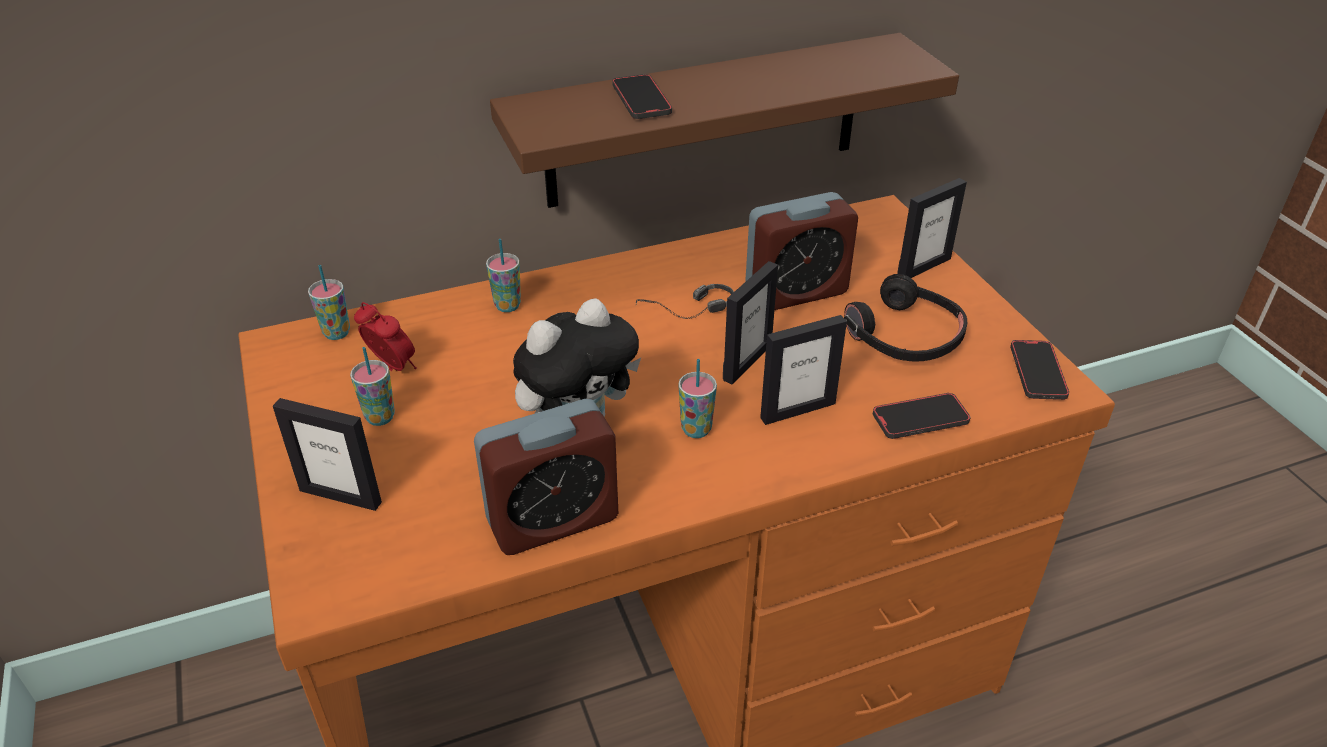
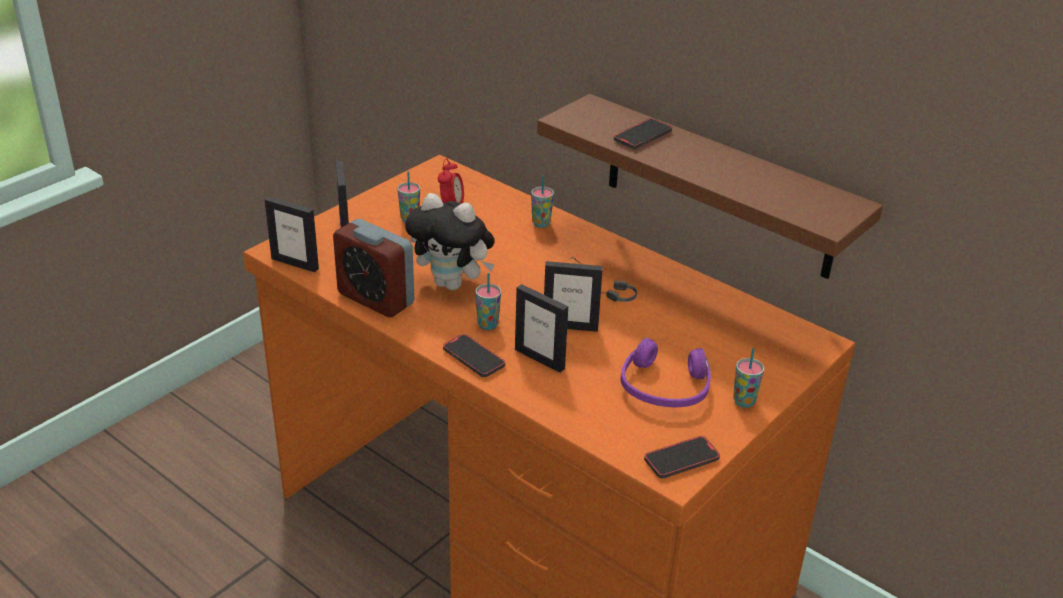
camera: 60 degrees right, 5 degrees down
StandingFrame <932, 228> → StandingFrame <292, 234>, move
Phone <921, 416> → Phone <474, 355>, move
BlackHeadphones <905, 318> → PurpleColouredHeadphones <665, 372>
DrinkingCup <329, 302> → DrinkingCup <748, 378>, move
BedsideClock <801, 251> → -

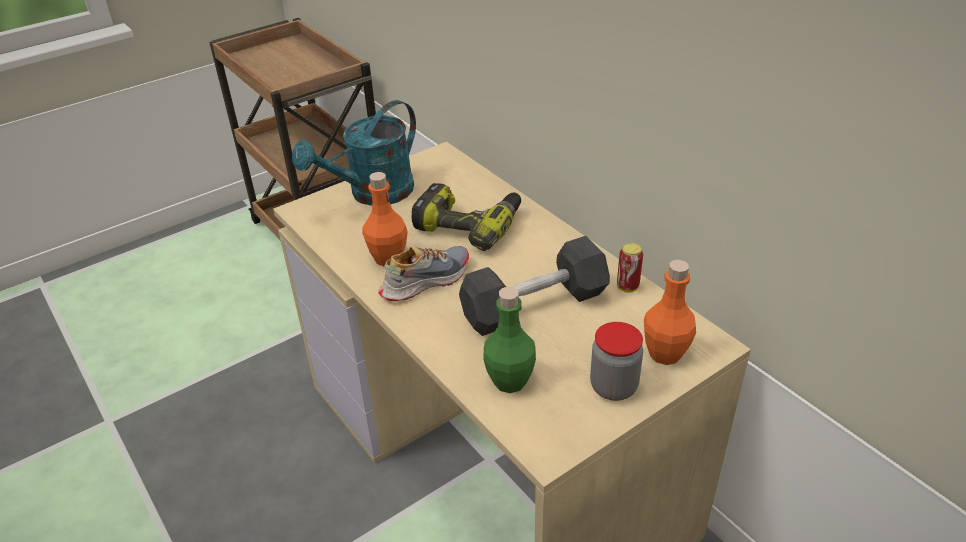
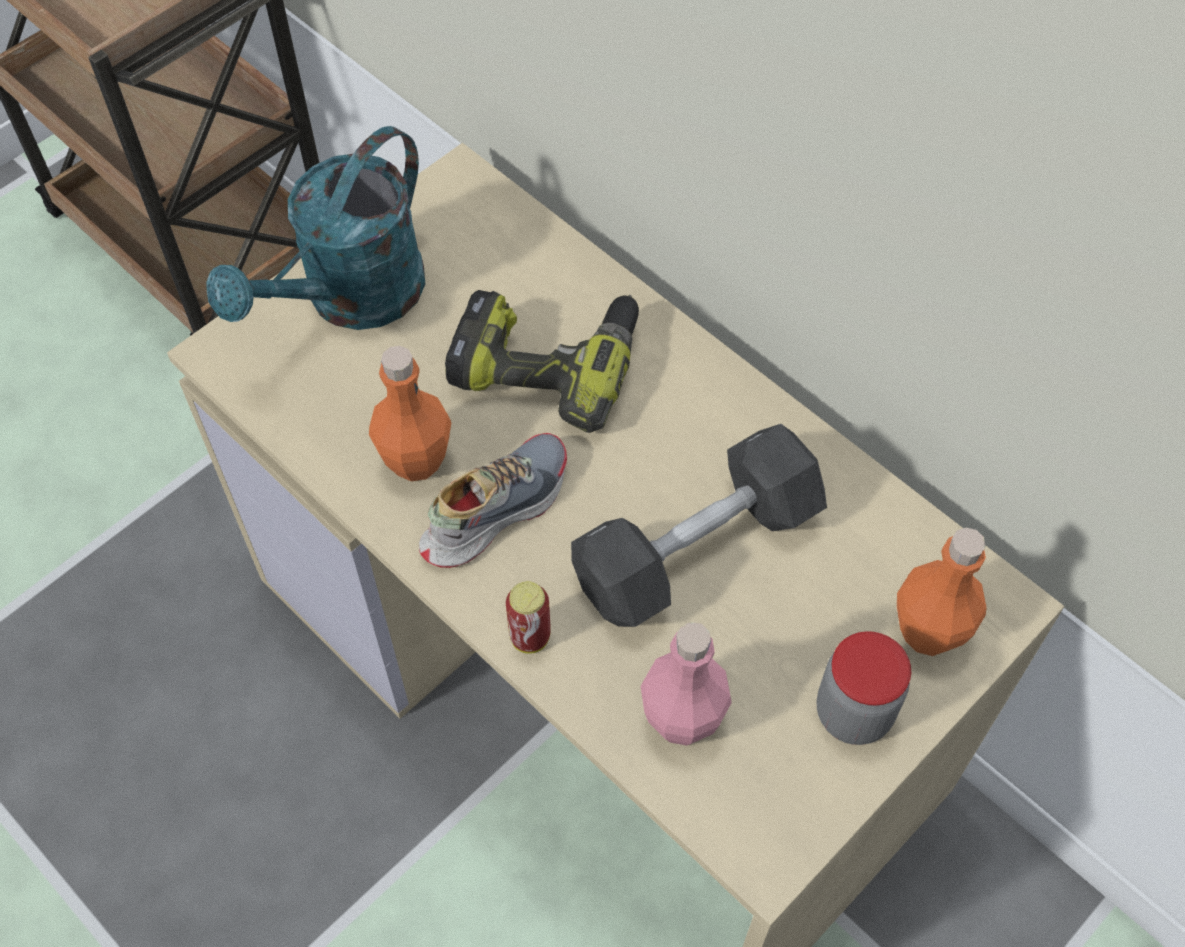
camera: 10 degrees left, 20 degrees up
SealedCan <630, 268> → SealedCan <528, 617>, move
GreenBottle <509, 340> → PinkBottle <686, 684>

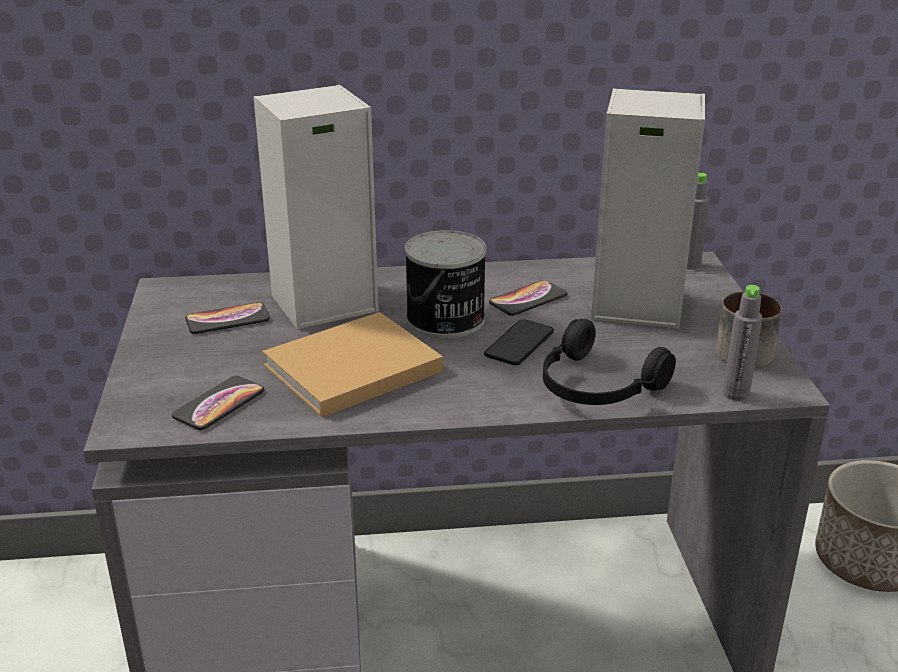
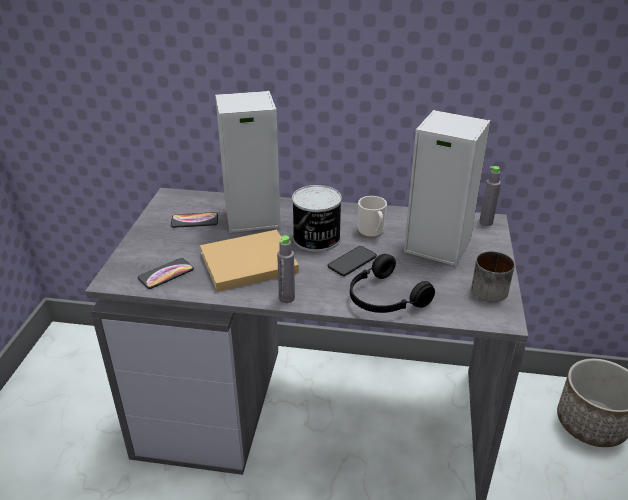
camera: 15 degrees right, 5 degrees up
GreyishBottle <743, 343> → GreyishBottle <286, 269>, move
Phone <528, 298> → TeaMug <372, 217>

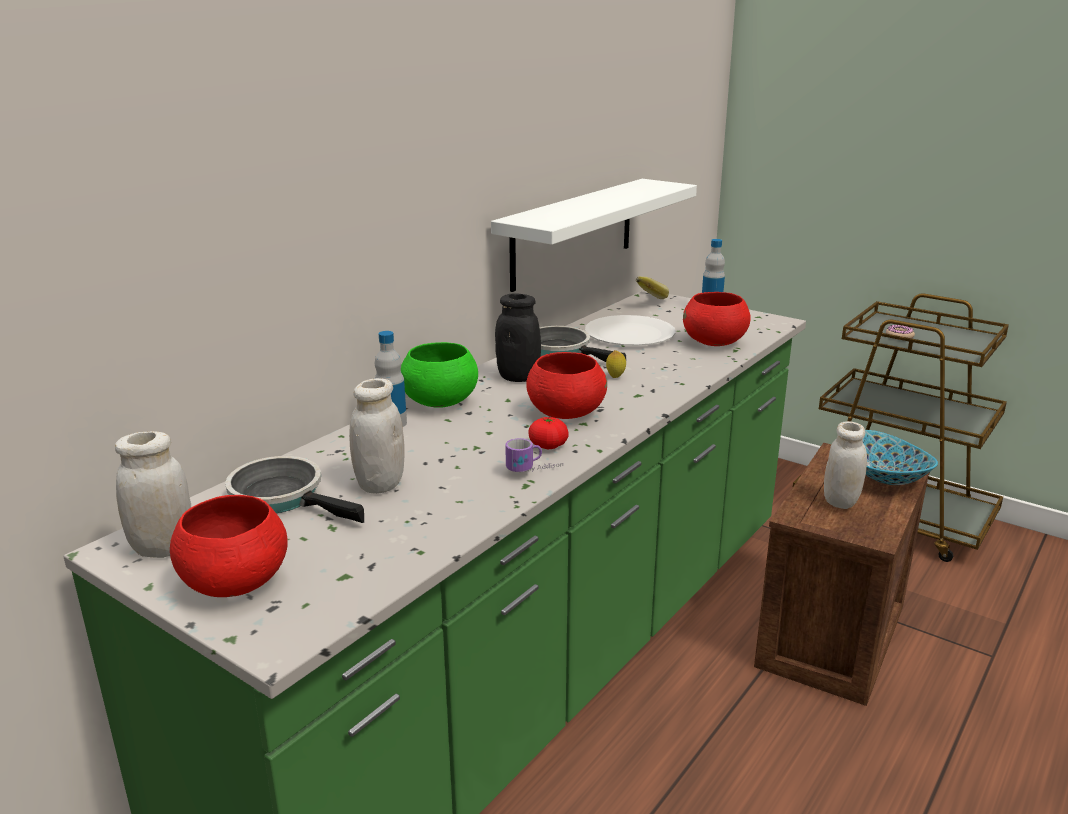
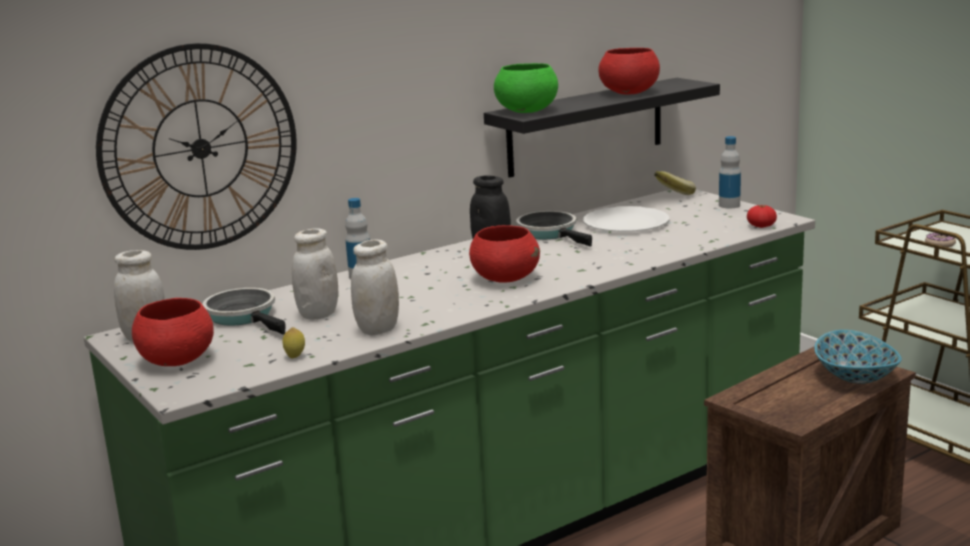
camera: 20 degrees right, 5 degrees down
- → WallClock <196, 146>
WholeLemon <616, 364> → WholeLemon <293, 342>, move
WhitishPreserveJar <845, 465> → WhitishPreserveJar <375, 288>, move
WhitishShelf <594, 235> → BlackShelf <602, 128>
GreenDeepDish <439, 375> → GreenDeepDish <526, 88>, move
RedDeepDish <717, 319> → RedDeepDish <629, 71>, move
Tomato <548, 433> → Tomato <762, 216>, move
TeaMug <534, 455> → -

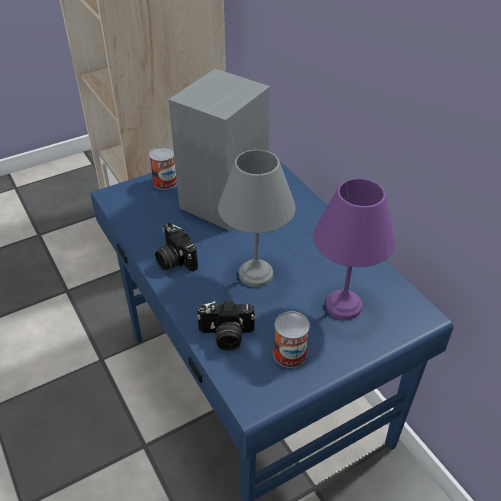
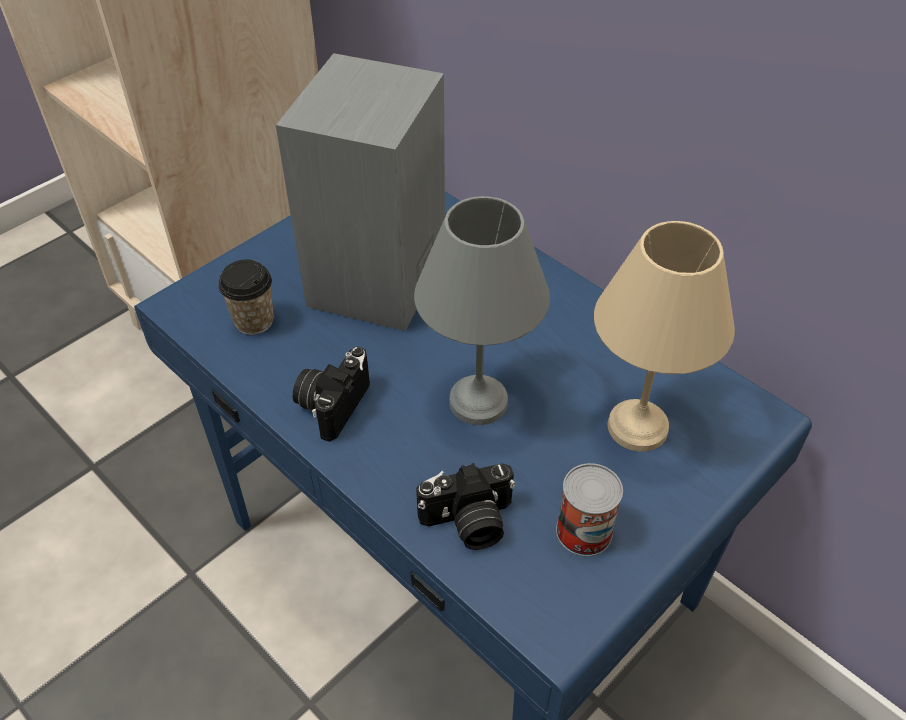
camera: 15 degrees left, 5 degrees up
- → DrinkingCup <246, 297>
PhotoCamera <176, 247> → PhotoCamera <331, 394>, 75 degrees clockwise
PurpleColouredTableLamp <354, 249> → SandColouredTableLamp <664, 336>
SealedCan <163, 168> → -

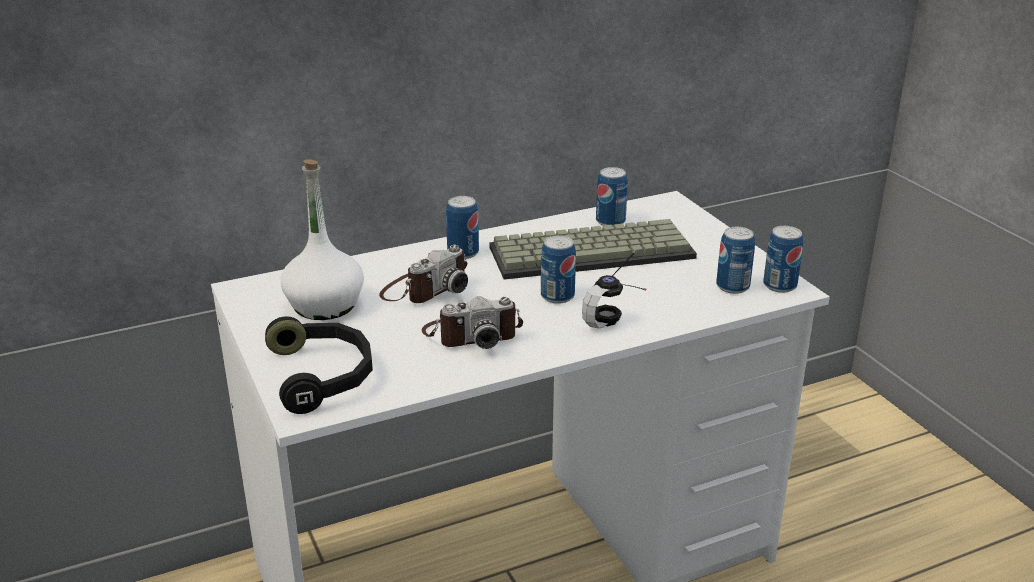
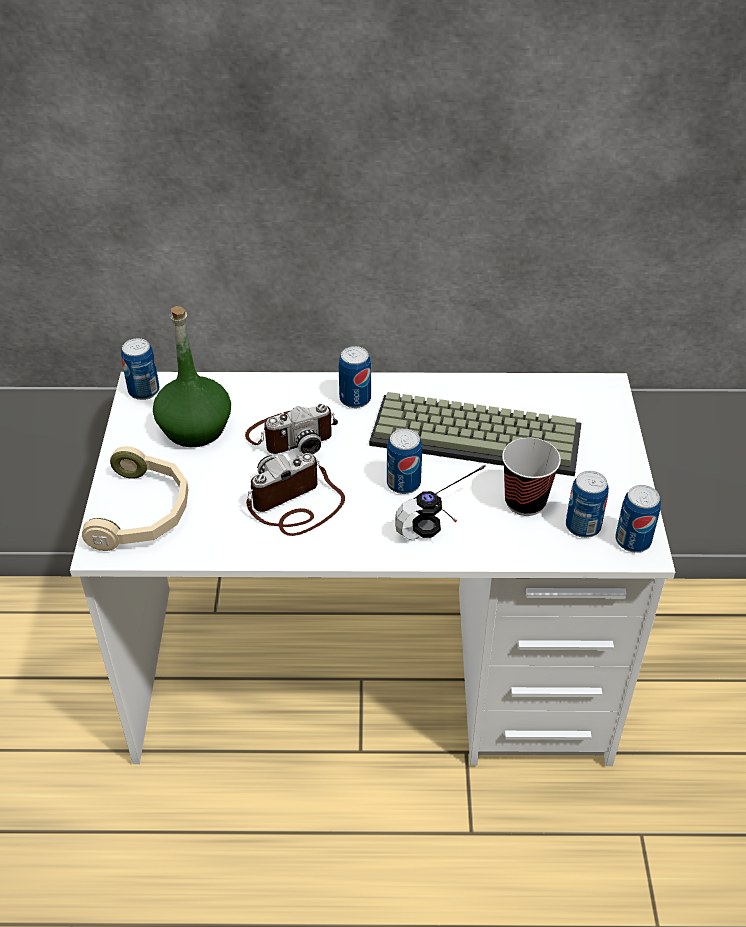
camera: 25 degrees right, 15 degrees up
BlackHeadphones <319, 365> → SandColouredHeadphones <135, 498>
SealedCan <612, 197> → SealedCan <140, 369>, move
WhitishBottle <322, 239> → GreenBottle <192, 376>
PhotoCamera <472, 322> → PhotoCamera <295, 494>, 135 degrees clockwise
- → DrinkingCup <531, 477>

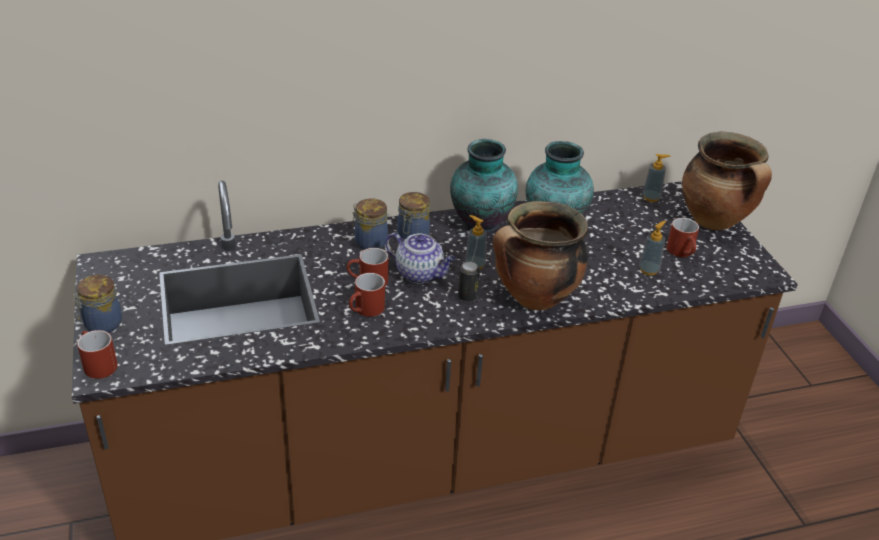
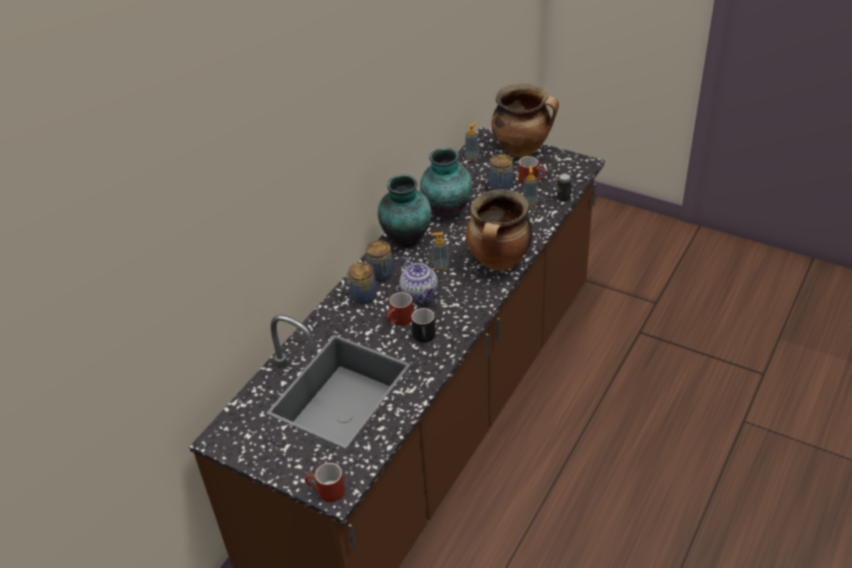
camera: 40 degrees left, 5 degrees up
Teapot <420, 257> → Teapot <419, 279>, 75 degrees clockwise
RedTeaMug <367, 295> → BlackTeaMug <423, 325>
PreserveJar <97, 304> → PreserveJar <501, 172>, move
SealedCan <469, 281> → SealedCan <564, 187>, move

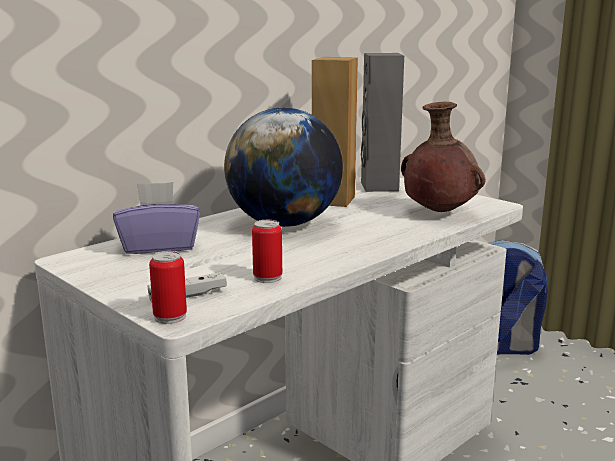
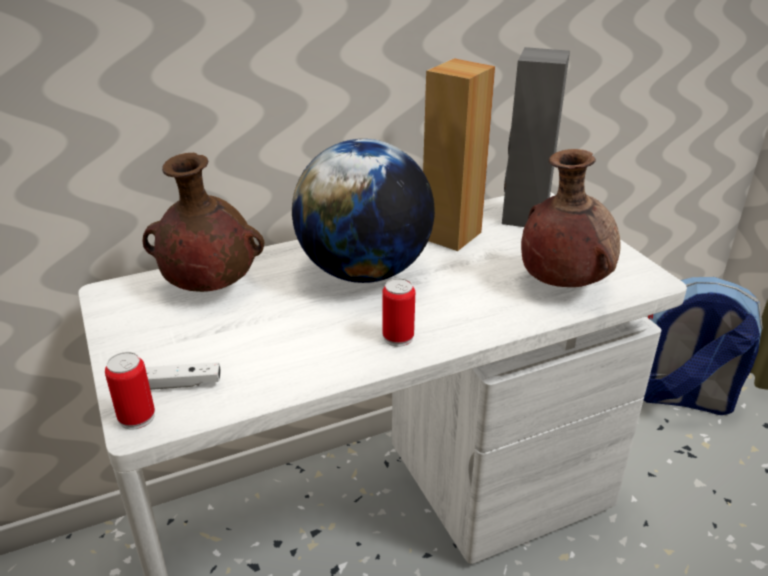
camera: 20 degrees right, 15 degrees up
PurpleColouredTissueBox <156, 218> → BrownishFlowerVase <203, 222>
SealedCan <267, 251> → SealedCan <398, 312>, move

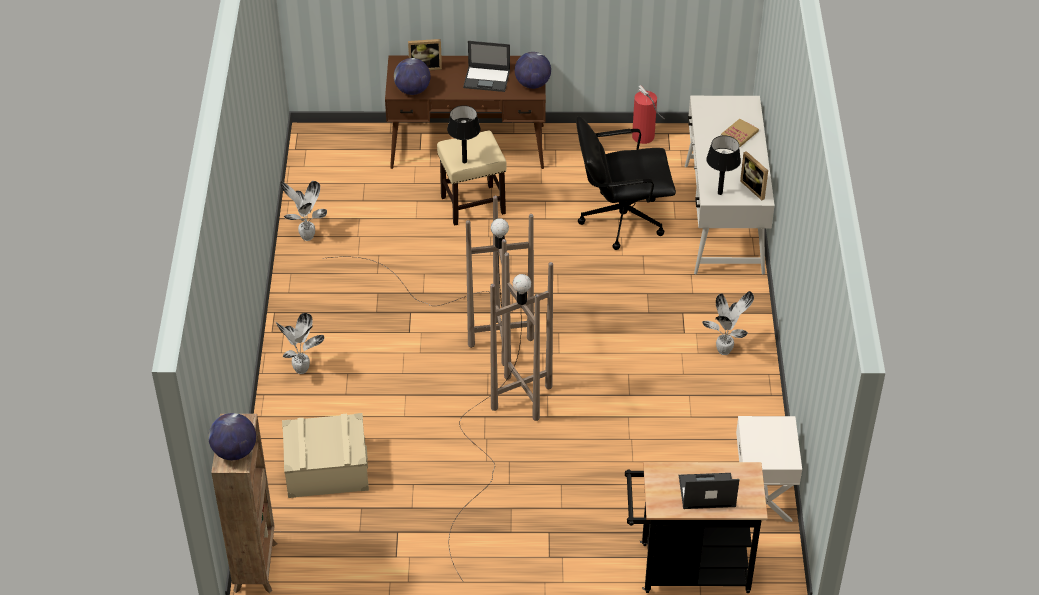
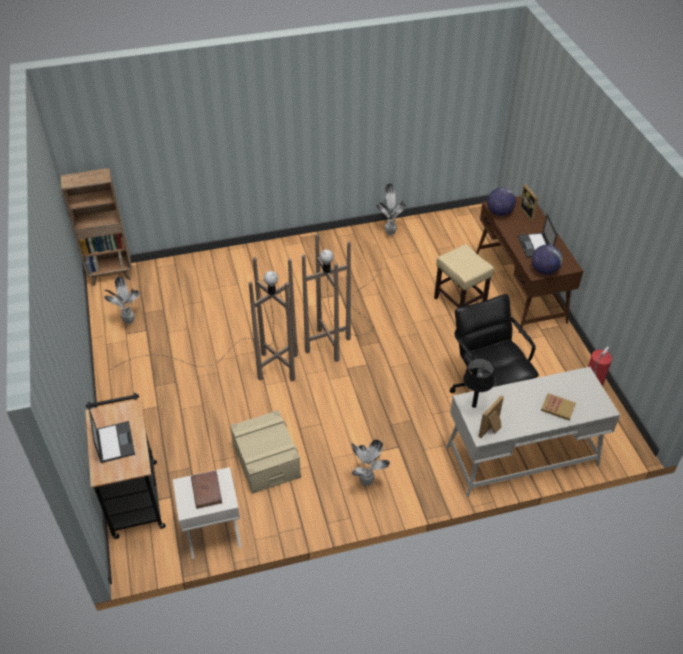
camera: 75 degrees right, 0 degrees up
Houseplant <300, 343> → Houseplant <122, 300>, move
- → BrownishBoundBook <206, 490>
SandColouredStorageBin <325, 455> → SandColouredStorageBin <265, 452>, move
Globe <232, 436> → -
BlackTableLamp <463, 134> → -

